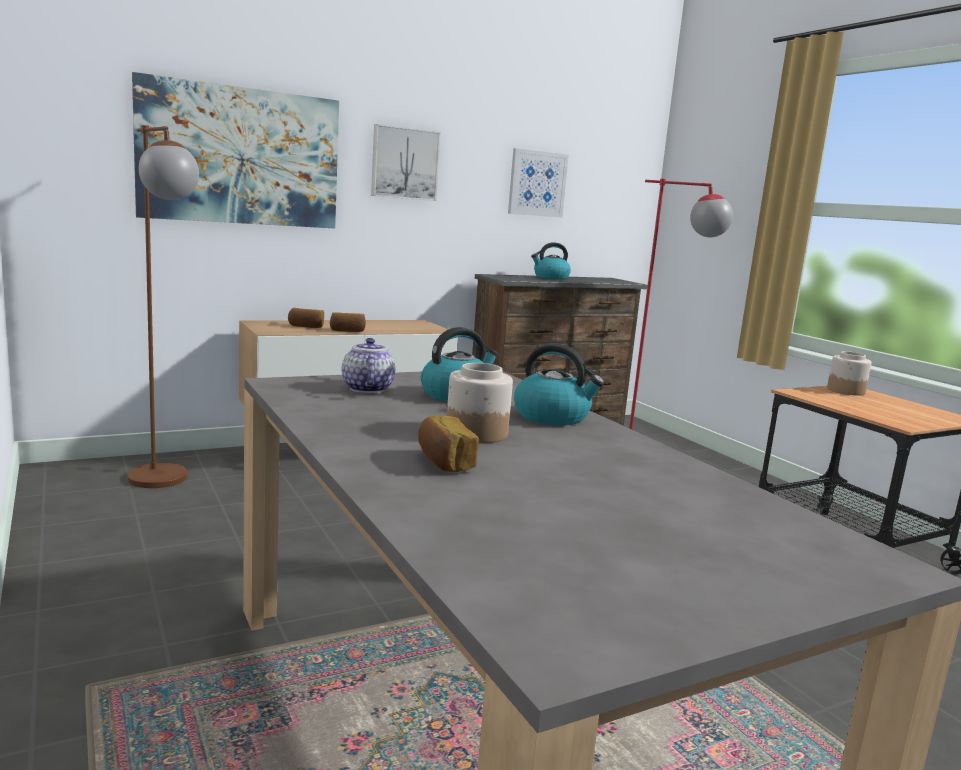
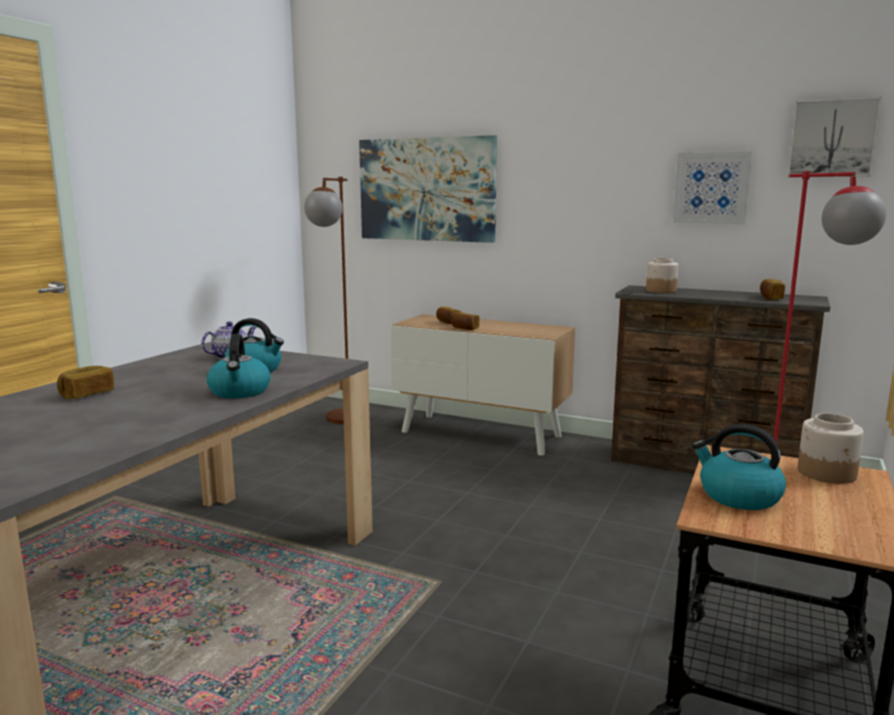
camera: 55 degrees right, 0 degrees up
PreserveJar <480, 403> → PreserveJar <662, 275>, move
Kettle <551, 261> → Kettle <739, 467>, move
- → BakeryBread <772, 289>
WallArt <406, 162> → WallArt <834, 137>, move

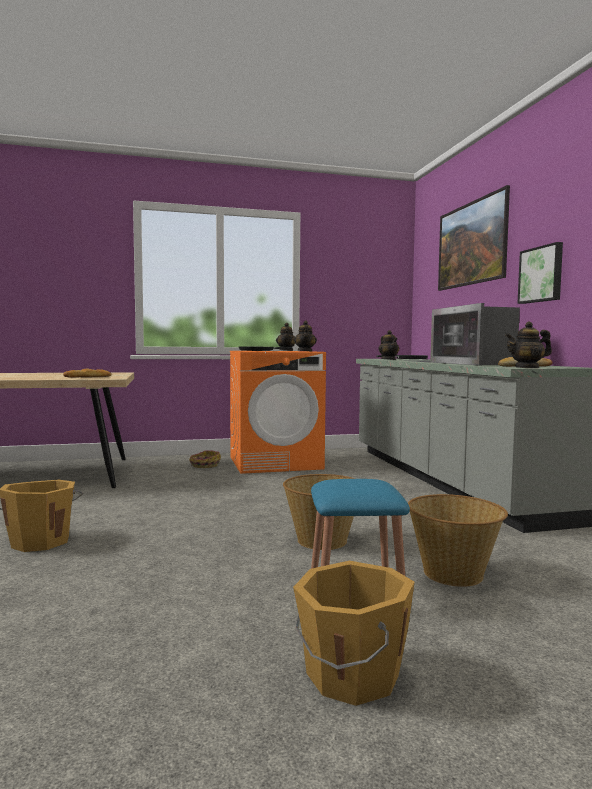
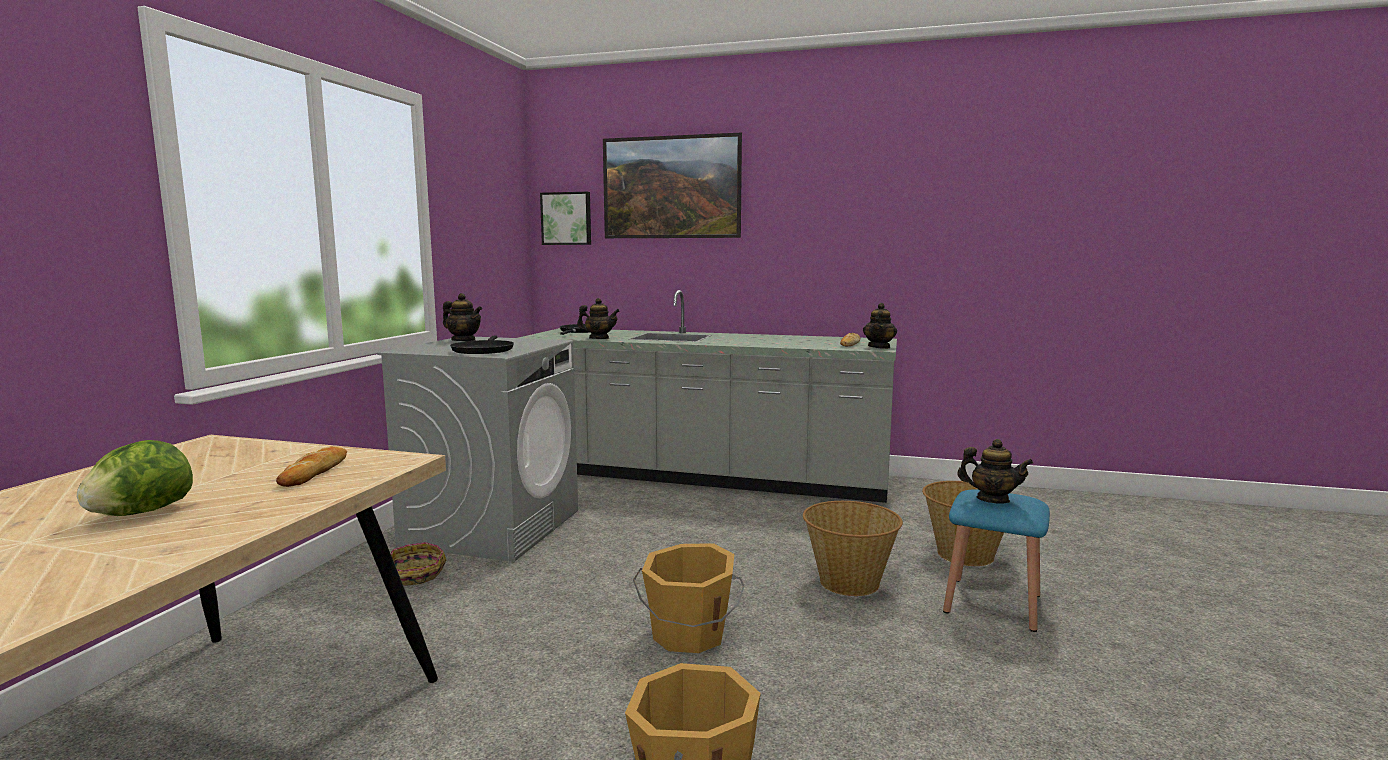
camera: 60 degrees left, 5 degrees up
- → LettuceHead <135, 478>
OrangeColouredLaundryAppliance <278, 412> → GreyishLaundryAppliance <477, 449>
WallArt <540, 273> → WallArt <565, 218>, move
OrangeColouredBucket <354, 633> → OrangeColouredBucket <688, 598>, move
Teapot <305, 336> → Teapot <995, 471>, move
Microwave <475, 334> → -

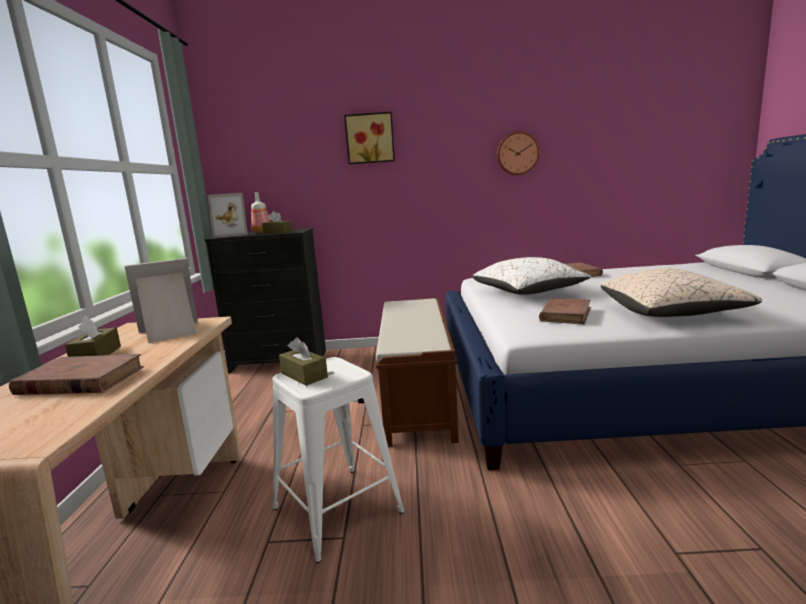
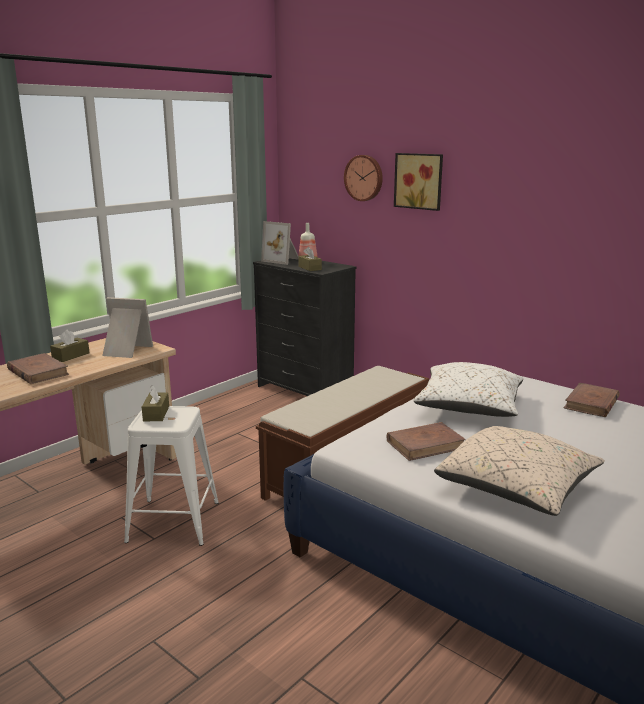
camera: 40 degrees right, 5 degrees up
WallClock <518, 153> → WallClock <363, 178>, move

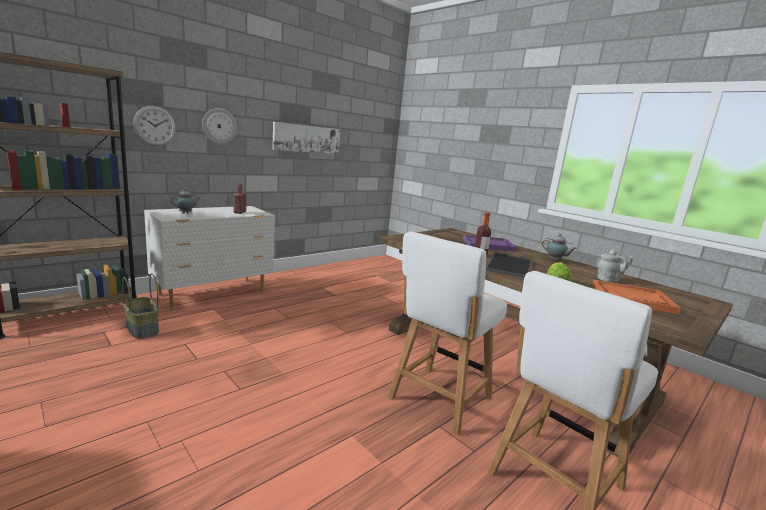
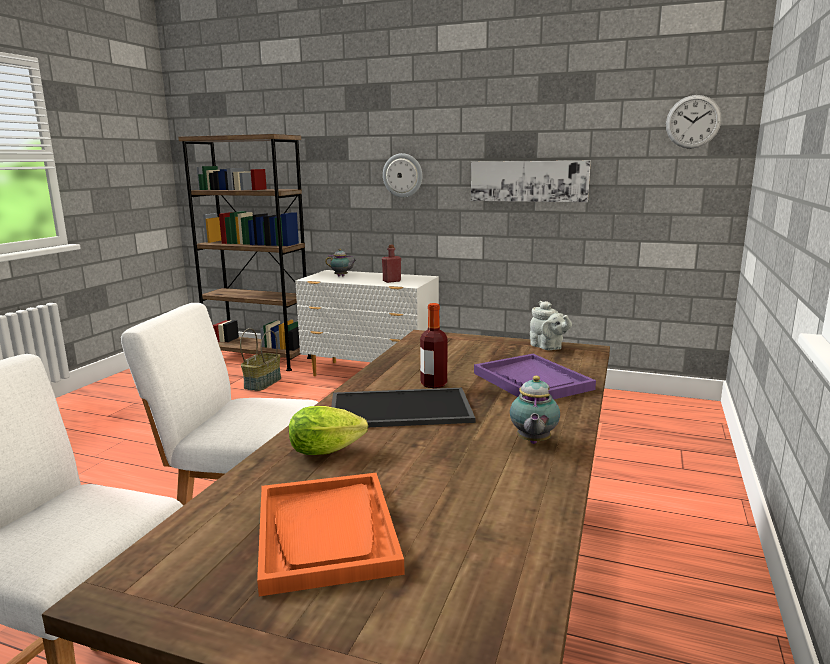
camera: 65 degrees right, 0 degrees up
GreyishTeapot <615, 265> → GreyishTeapot <551, 325>, move
WallClock <154, 126> → WallClock <693, 122>, move

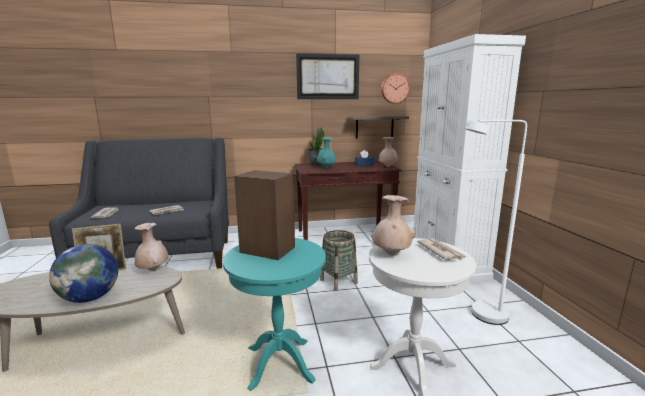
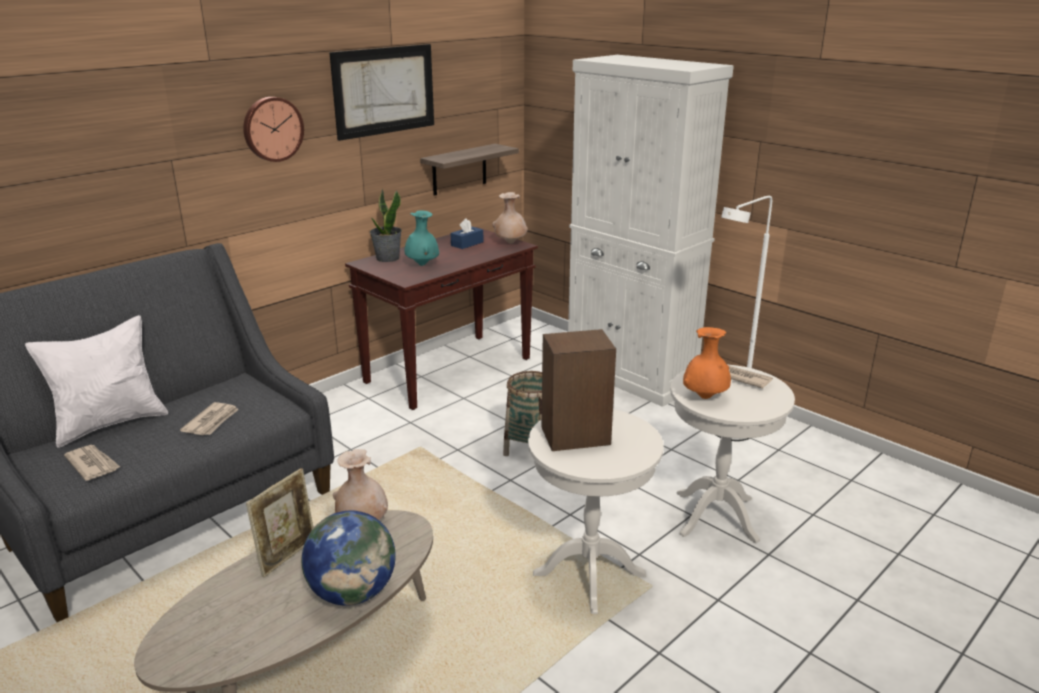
camera: 35 degrees left, 10 degrees up
- → WhitishPillow <96, 381>
WallClock <395, 88> → WallClock <273, 129>, move
TurquoiseAccentTable <274, 314> → WhitishAccentTable <596, 511>
SandColouredFlowerVase <393, 225> → OrangeColouredFlowerVase <707, 363>

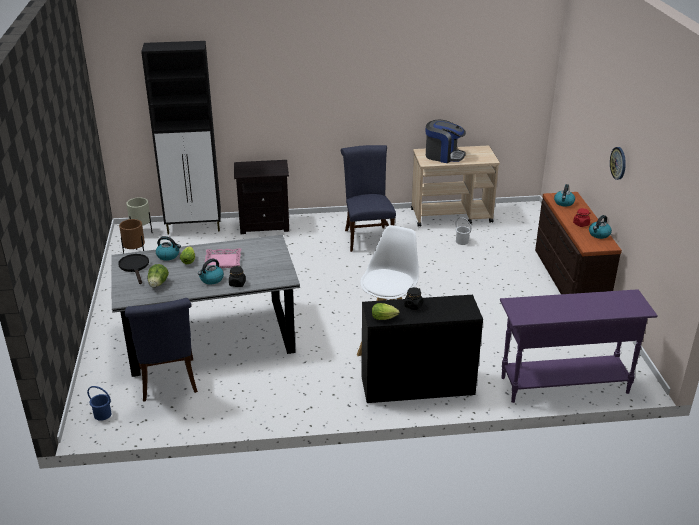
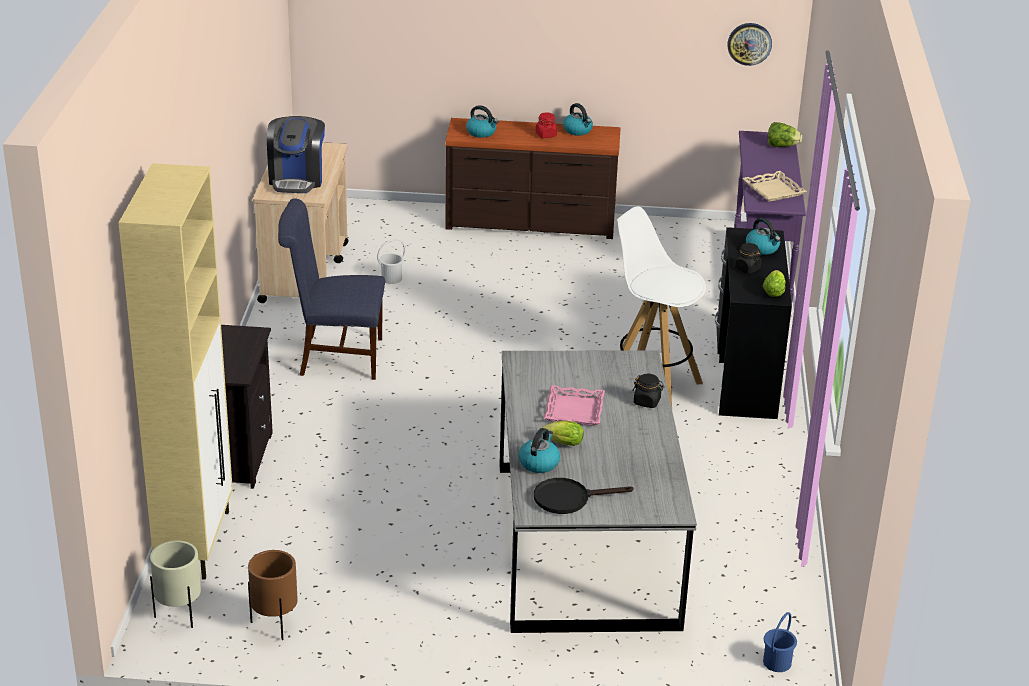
camera: 80 degrees left, 0 degrees up
BlackCabinet <181, 137> → SandColouredCabinet <175, 371>
CoffeeMaker <445, 141> → CoffeeMaker <296, 154>, 150 degrees clockwise
WallClock <618, 163> → WallClock <750, 44>, move
- → SandColouredTray <774, 186>
Kettle <211, 272> → Kettle <763, 236>, move
LettuceHead <158, 275> → LettuceHead <785, 134>, move
BluishChair <161, 349> → -

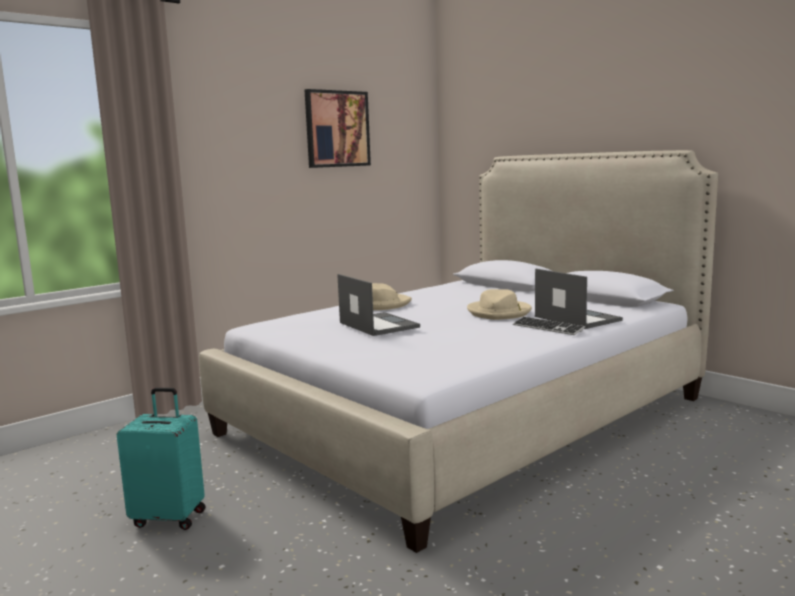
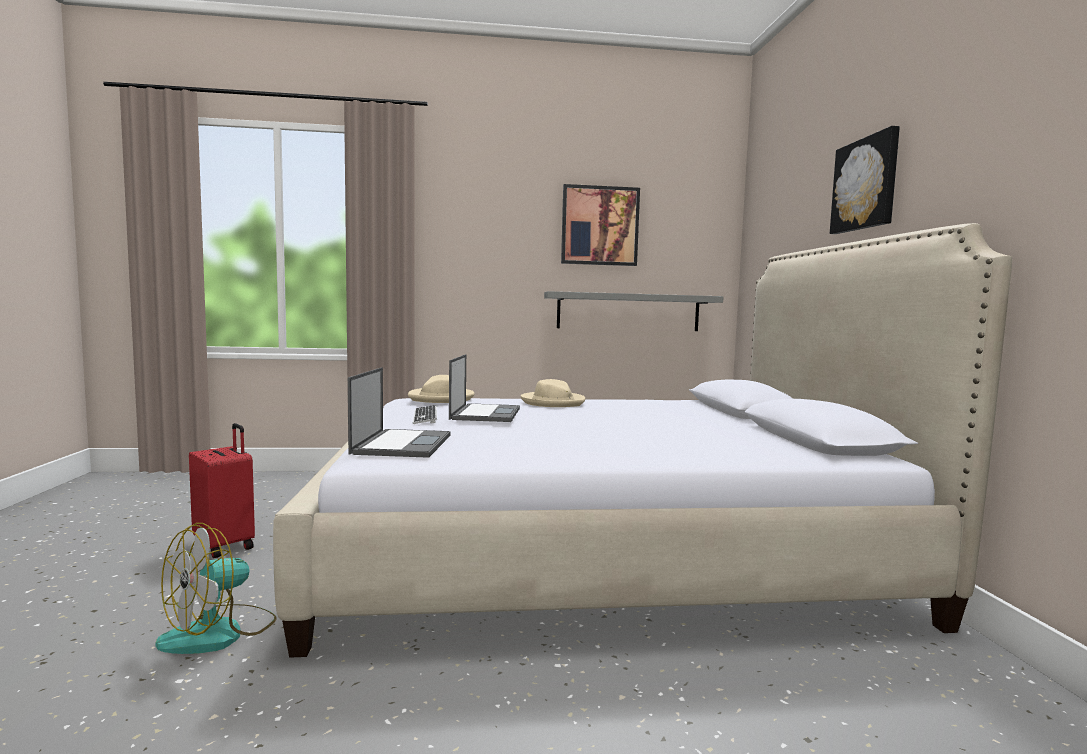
camera: 35 degrees right, 5 degrees down
- → CoolingFan <216, 588>
TurquoiseSuitcase <161, 459> → RedSuitcase <222, 490>
Laptop <579, 299> → Laptop <399, 412>, move
SandColouredHat <499, 304> → SandColouredHat <441, 389>, move
PcKeyboard <549, 326> → PcKeyboard <425, 414>, move
- → GreyishShelf <634, 311>
- → WallArt <865, 180>

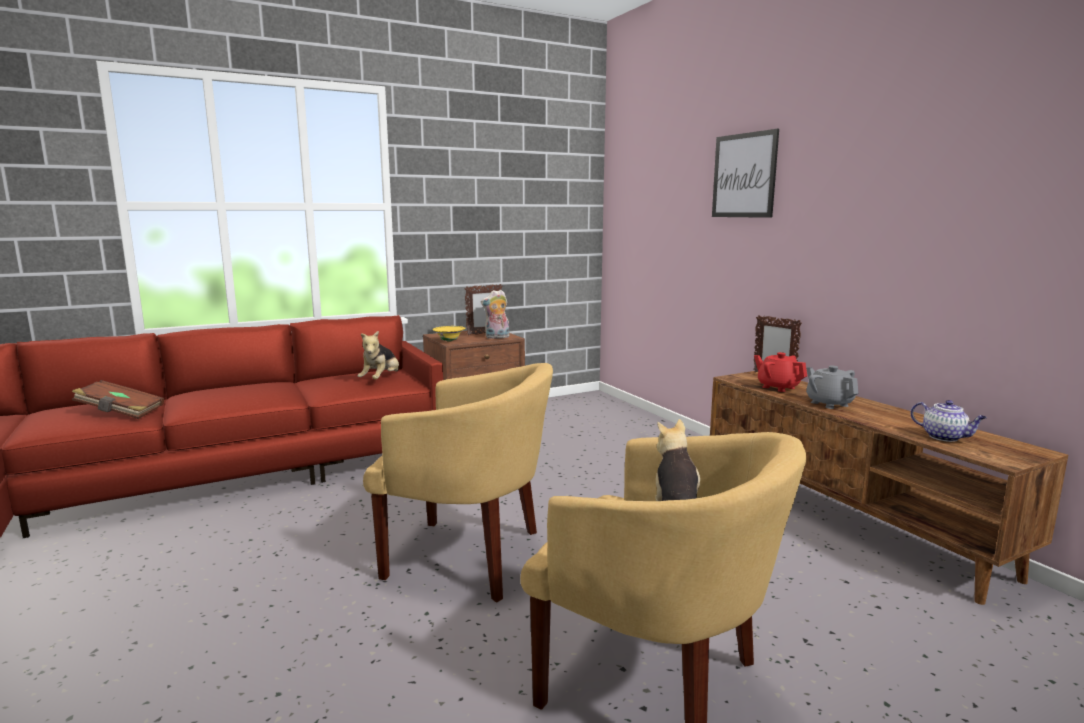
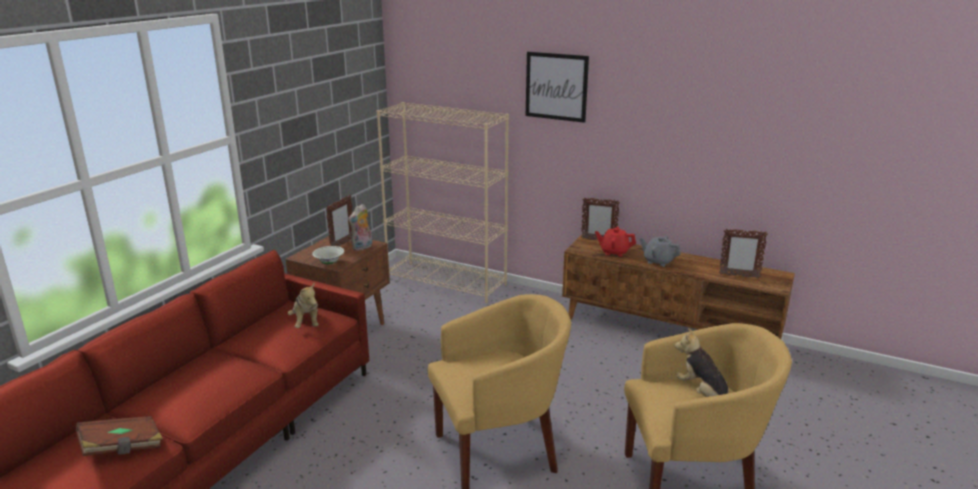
camera: 35 degrees left, 10 degrees up
YellowishDeepDish <448, 333> → WhitishDeepDish <328, 255>
- → SandColouredShelvingUnit <443, 202>
Teapot <949, 421> → StandingFrame <743, 253>

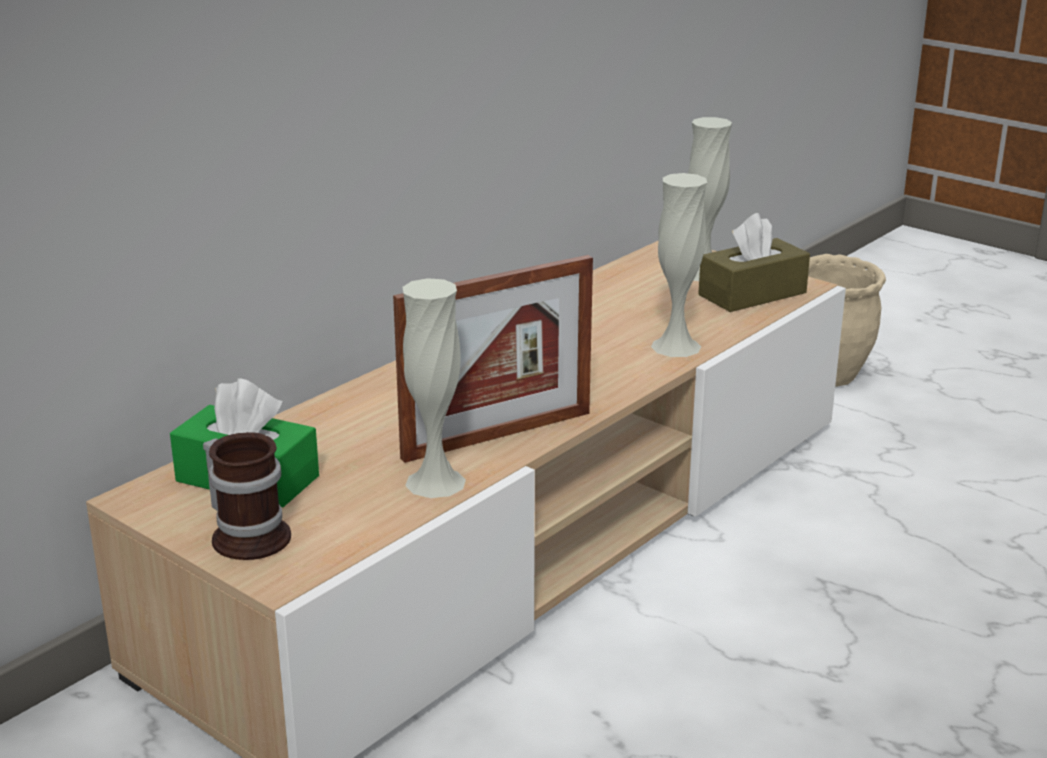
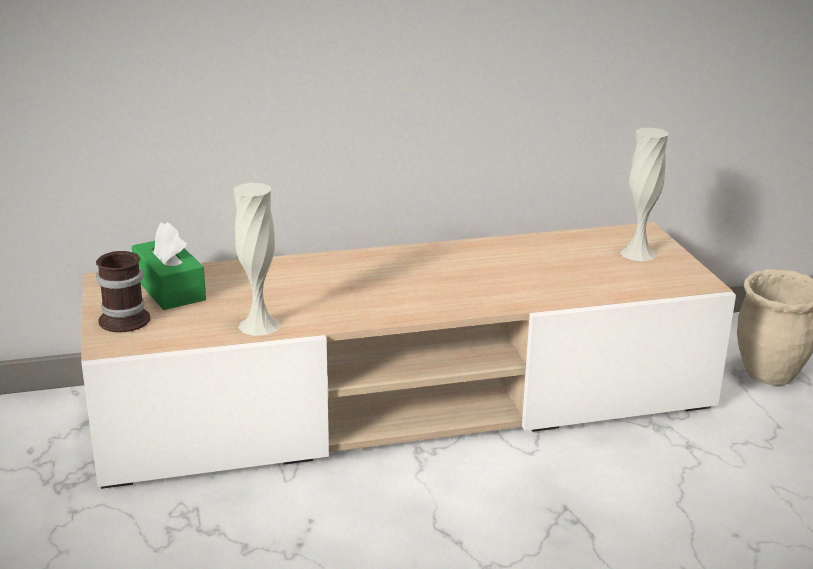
camera: 35 degrees right, 0 degrees up
StandingFrame <493, 359> → -
WhitishFlowerVase <679, 265> → -
BrownishTissueBox <754, 262> → -

